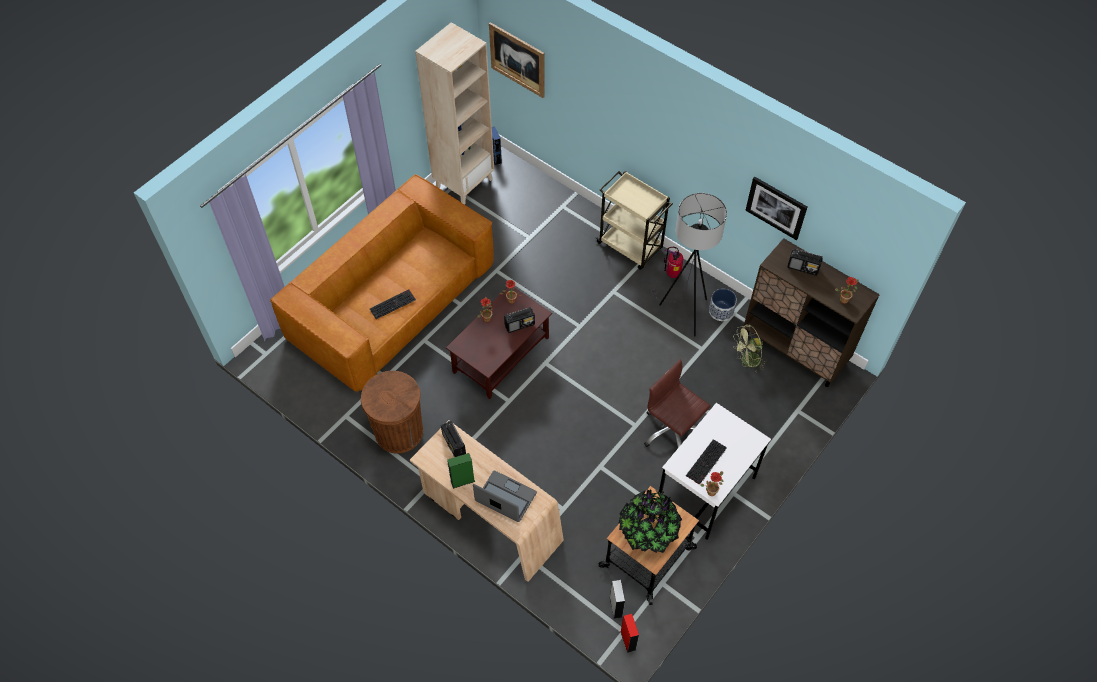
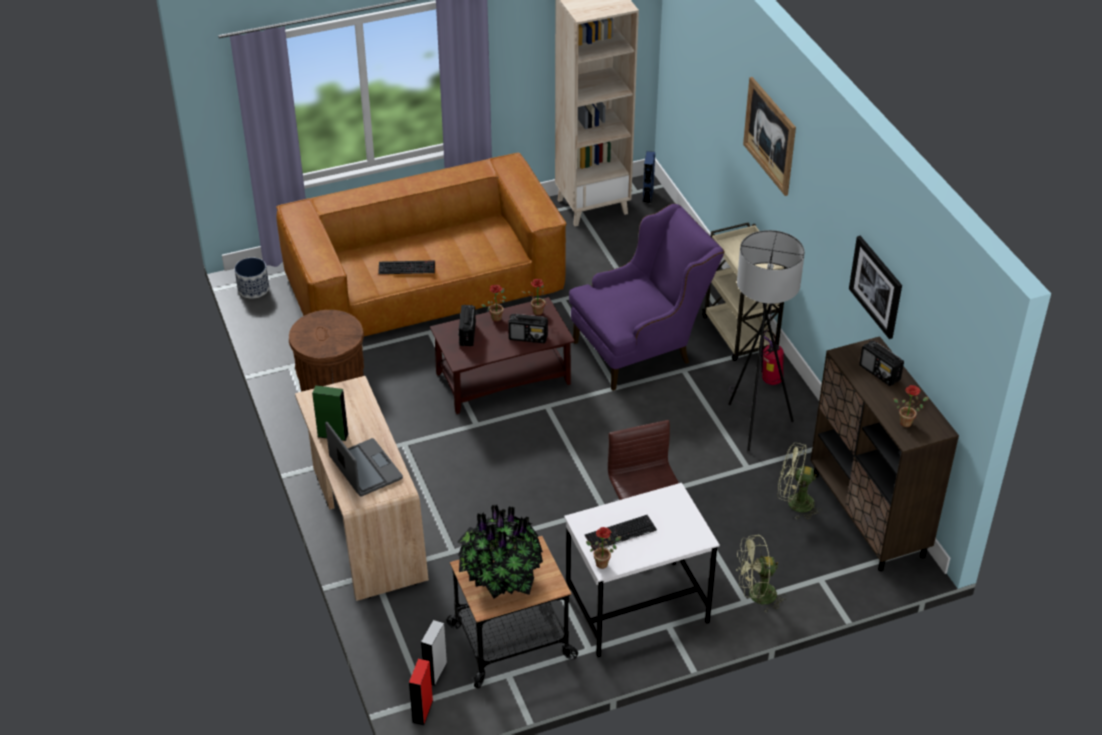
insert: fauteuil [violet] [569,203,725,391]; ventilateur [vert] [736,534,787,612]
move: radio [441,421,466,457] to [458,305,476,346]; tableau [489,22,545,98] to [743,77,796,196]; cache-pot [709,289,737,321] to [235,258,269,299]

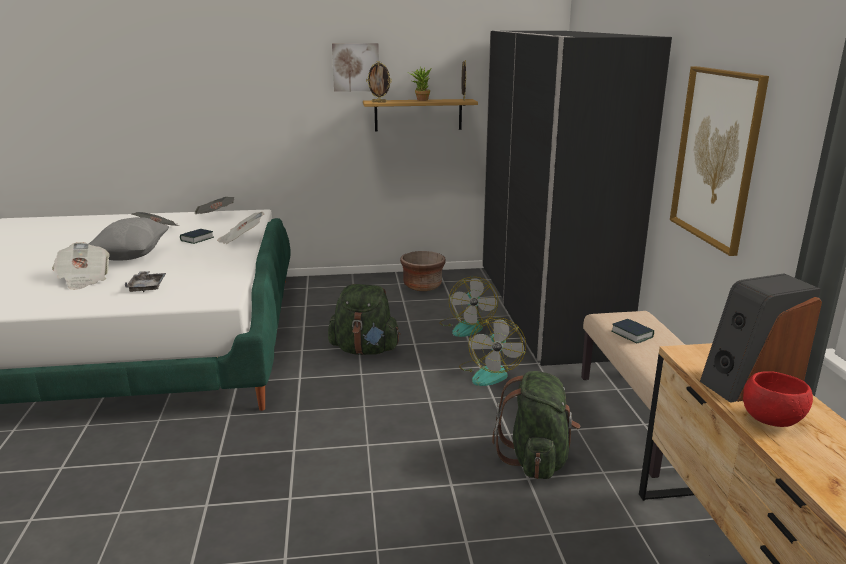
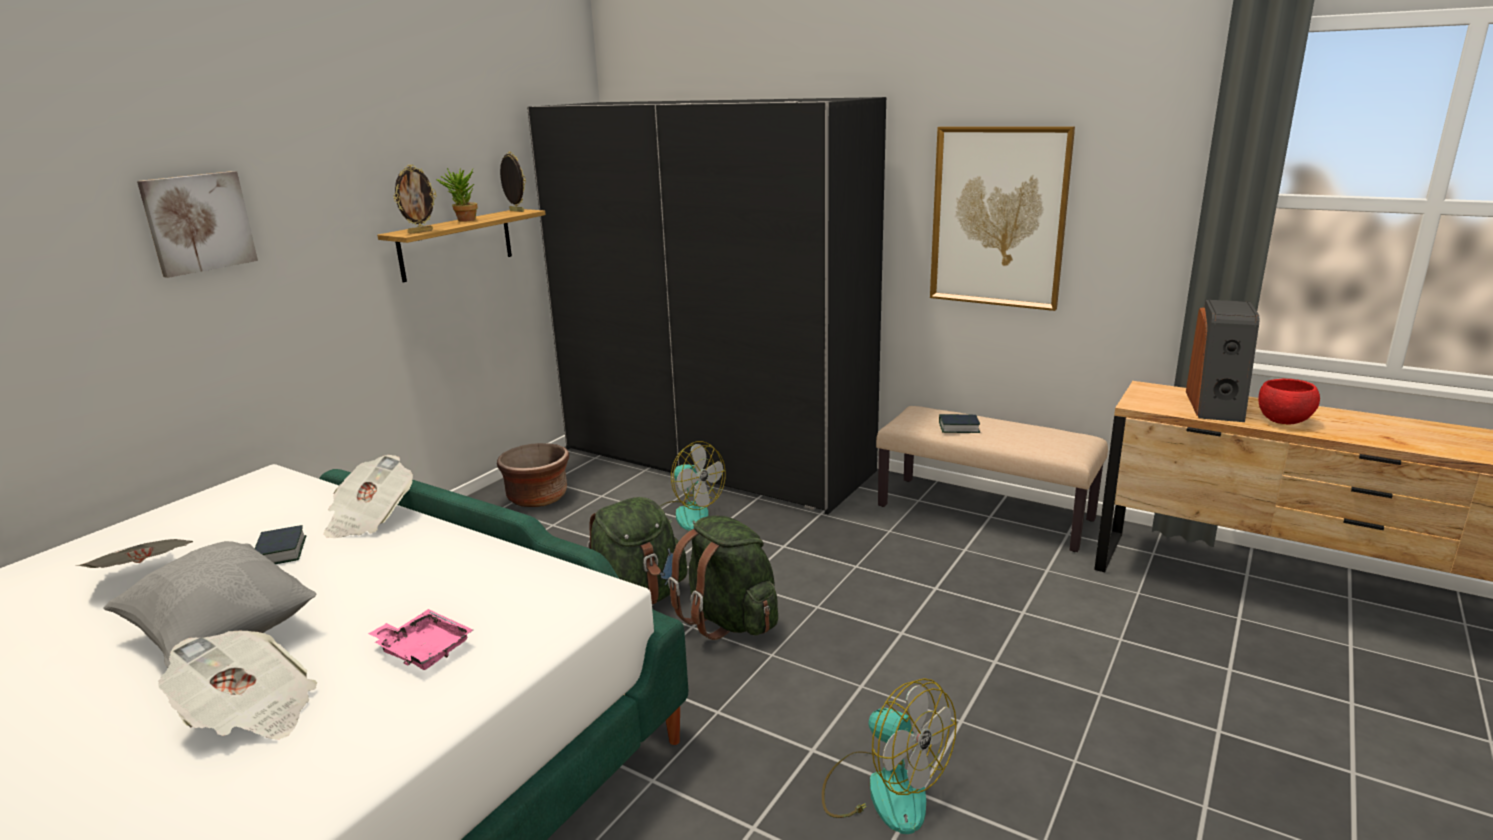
delete: journal [195,197,234,214]
move: tableau [332,43,379,92] to [137,171,258,278]; ventilateur [459,317,526,386] to [822,678,957,834]; sac à dos [vert] [492,371,581,479] to [668,515,778,640]
recolor: plateau [gris] [125,271,166,292] to plateau [rose] [368,609,473,670]

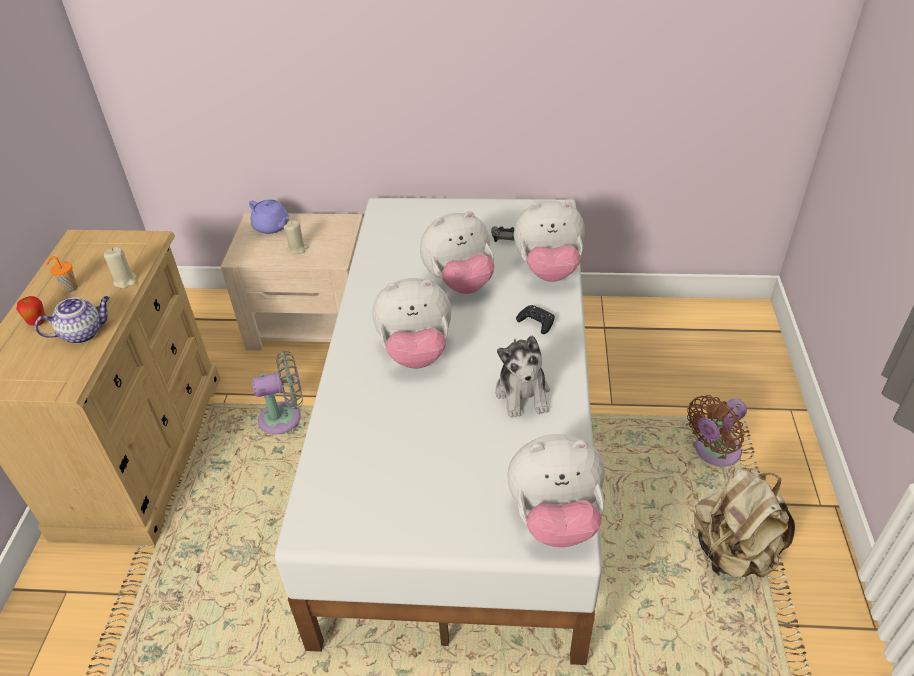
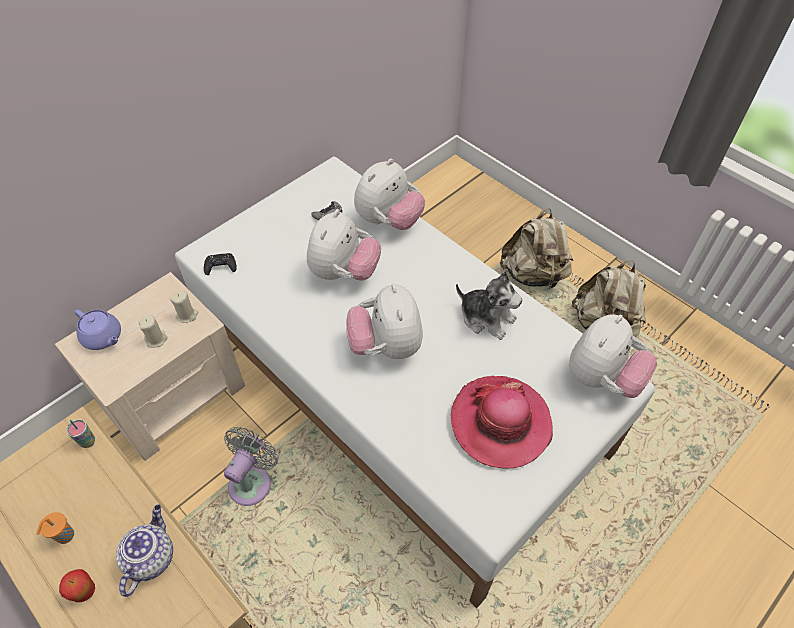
insert: tasse [66,419,95,448]; chapeau [451,376,553,469]
move: bougie [beige] [104,247,137,289] to [170,291,198,323]; manette [noir] [516,305,555,334] to [204,253,237,275]
replace: ventilateur [marron] [687,395,747,467] to sac à dos [beige] [500,208,573,290]
rotate: théière [violet] [249,199,289,234] = [74,309,121,350] 45 degrees clockwise; peluche [373,278,451,369] = [346,284,423,359] 135 degrees clockwise

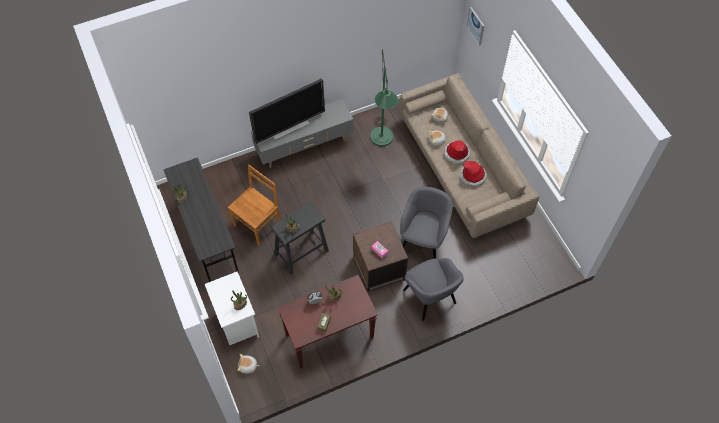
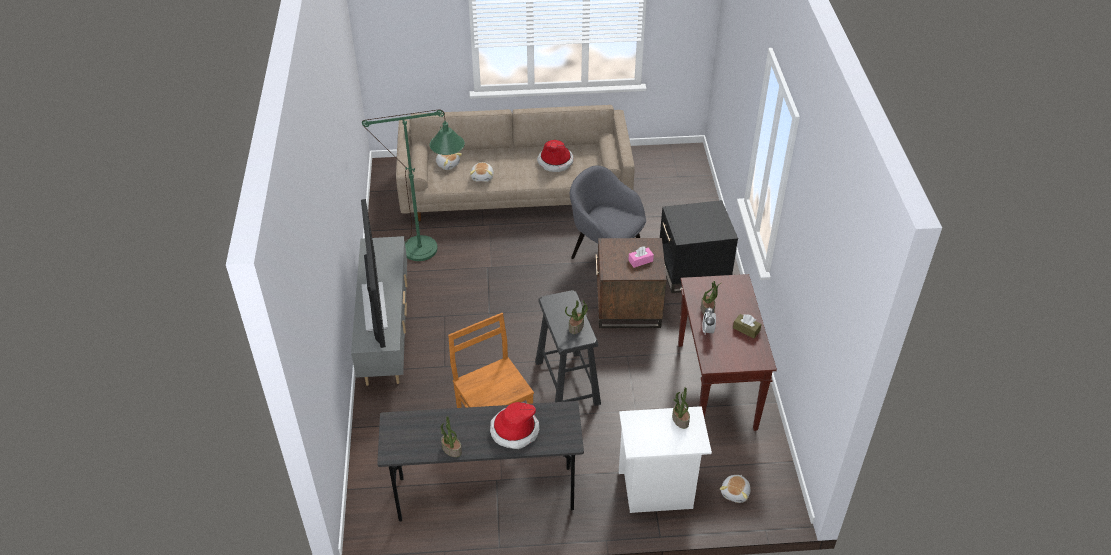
delete: tableau [467,7,484,45]
move: chapeau [444,141,470,164] to [490,402,539,449]
replace: fauteuil [gris] [403,258,464,321] to table d'appoint [noir] [660,200,738,293]

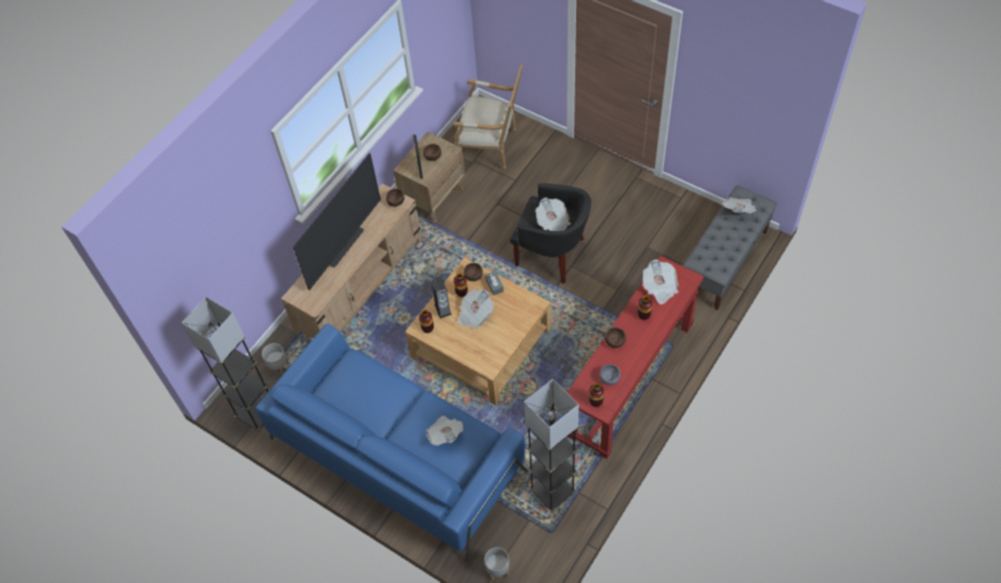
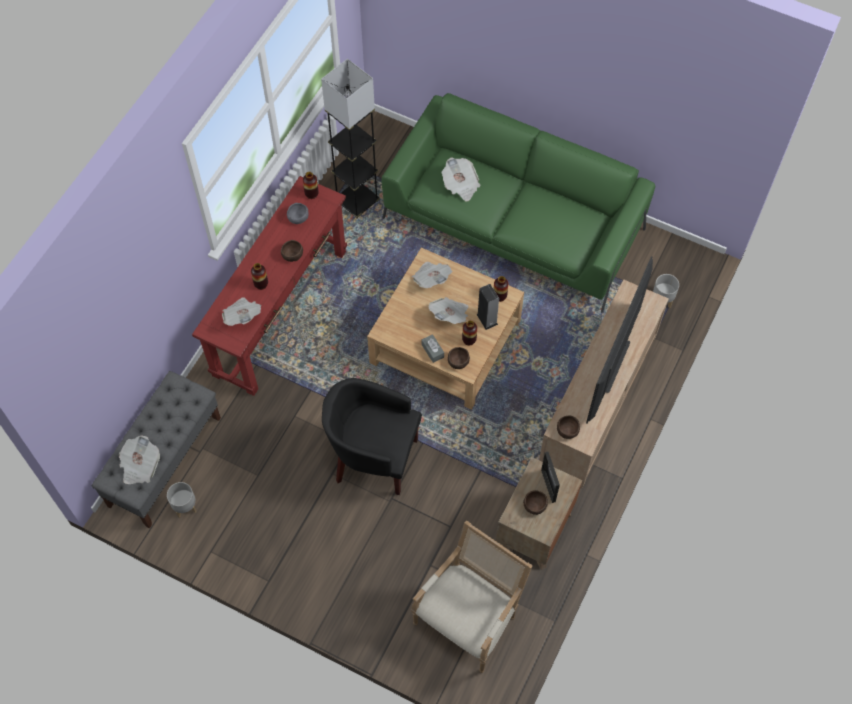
delete: lampadaire [gris] [182,297,268,431]
move: cache-pot [gris] [484,547,510,581] to [167,482,197,518]; journal [535,198,571,231] to [412,262,452,288]
recolor: canapé [bleu] [255,324,528,562] to canapé [vert] [382,93,655,313]
rotate: fauteuil [453,64,523,170] = [411,520,533,673] 120 degrees clockwise

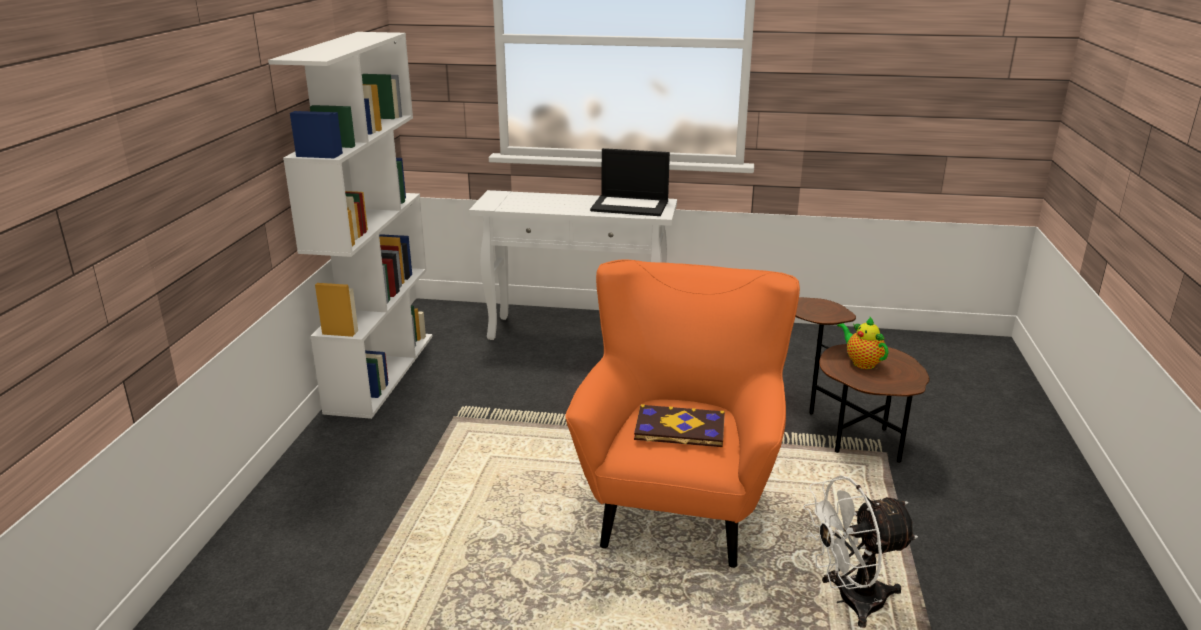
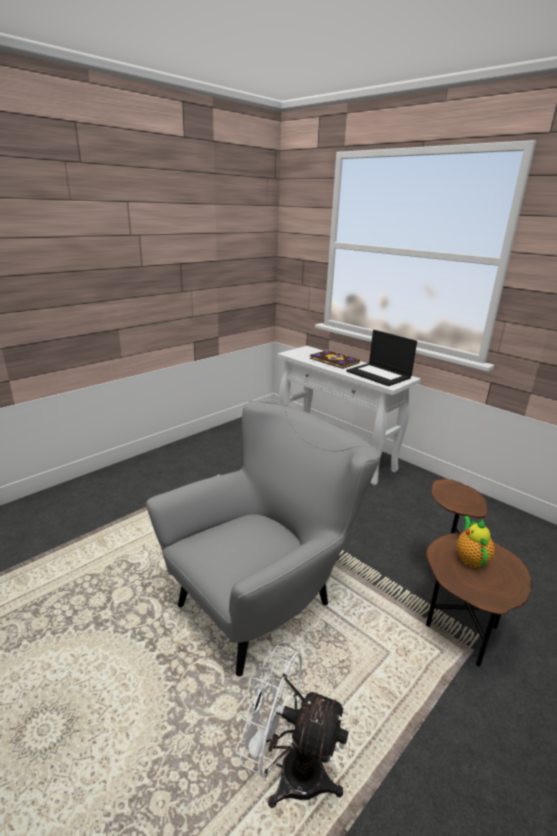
delete: bibliothèque [blanc] [268,32,432,419]
move: livre [634,404,725,447] to [310,350,360,369]
recolor: fauteuil [orange] [565,259,800,568] to fauteuil [gris] [146,401,381,677]

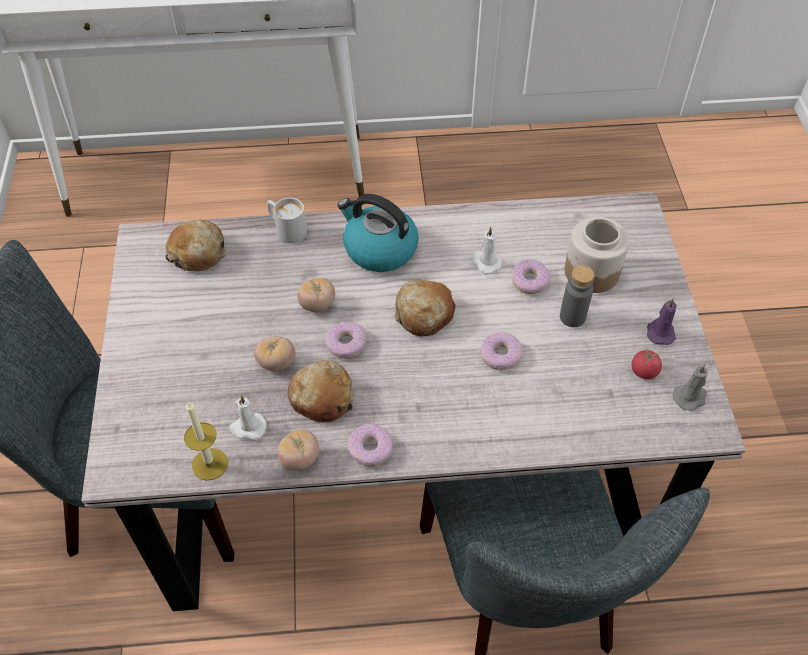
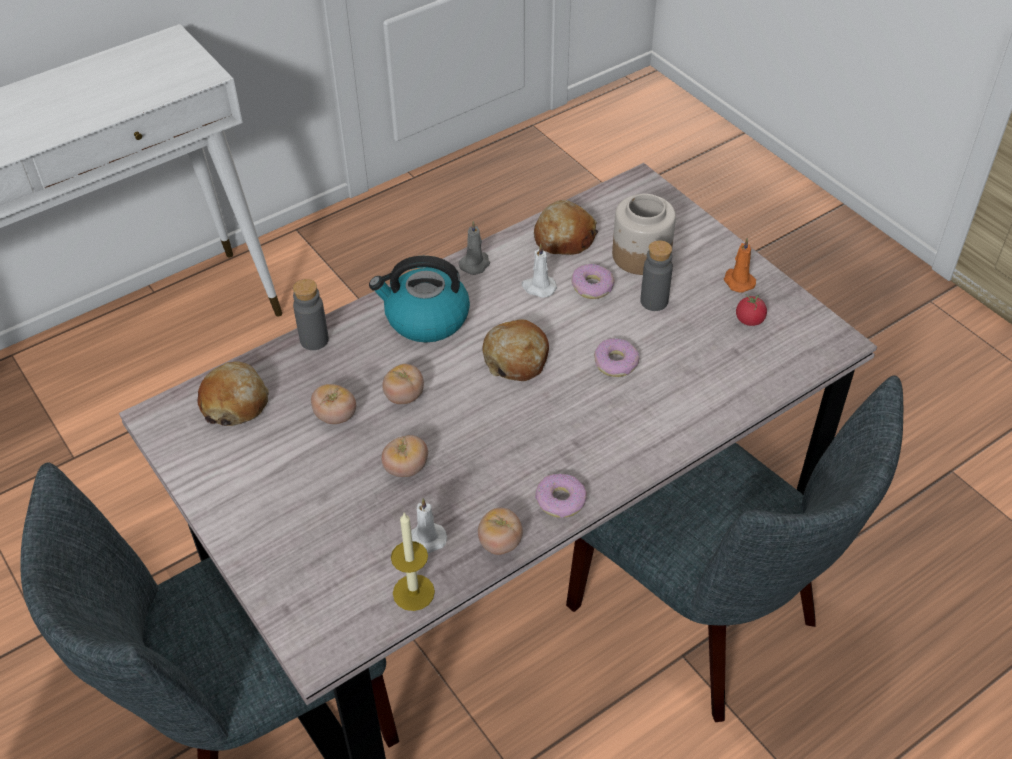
delete: beignet [325,321,367,359]
insert: tomate [311,384,356,424]
move: pain [288,360,355,423] to [534,200,598,255]; bougie [gris] [673,364,707,411] to [458,221,490,275]
replace: mug [blanc] [267,198,307,244] to bouteille [gris] [293,279,329,350]
recolor: bougie [violet] [647,298,677,345] to bougie [orange] [724,238,756,293]

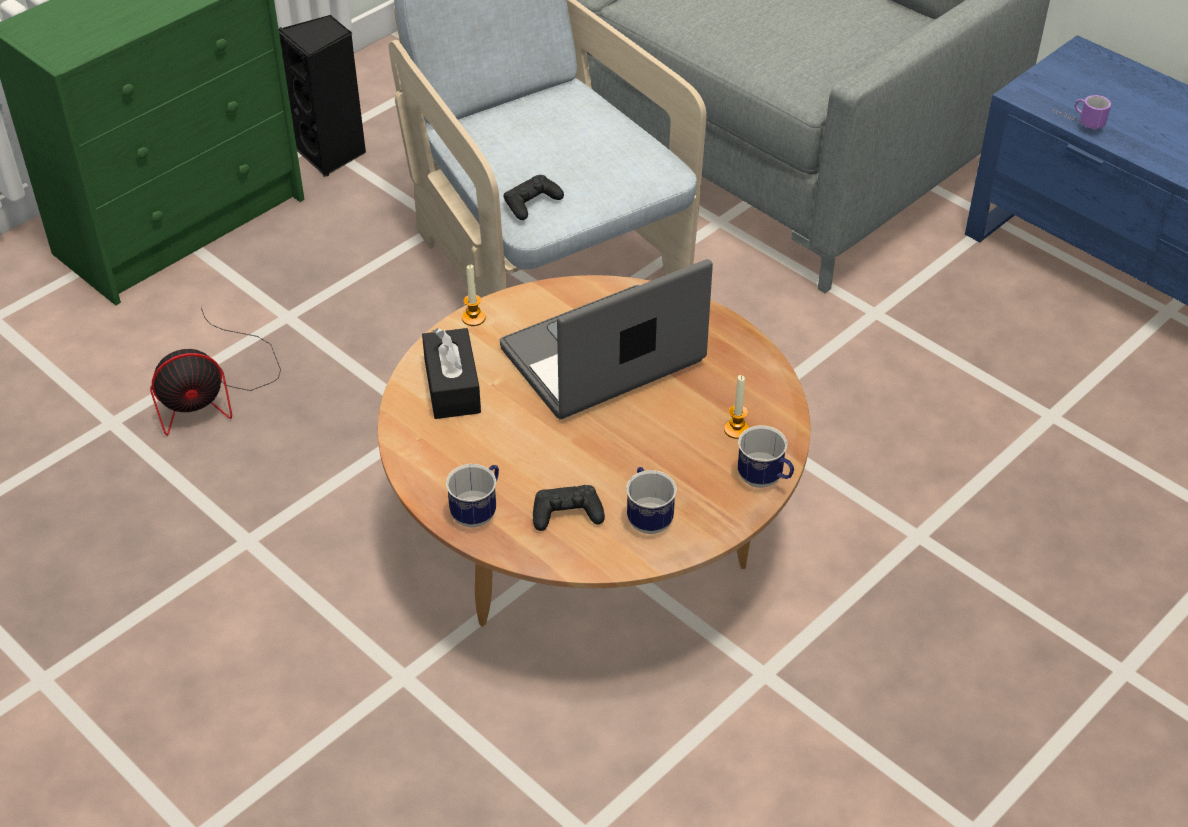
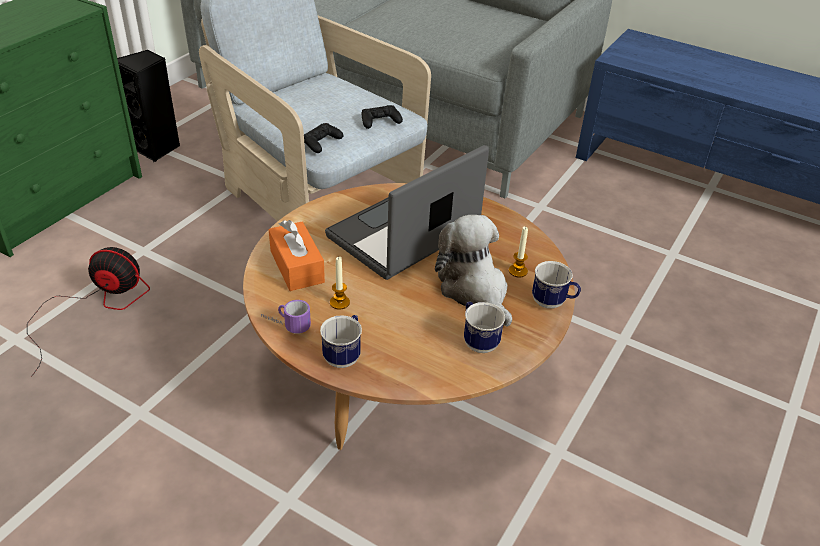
insert: peluche [435,215,512,327]
move: bougie [462,265,485,326] to [330,256,350,310]; manette [noir] [533,485,605,531] to [362,105,403,129]; mug [1052,95,1111,129] to [261,300,311,334]
recolor: boîte à mouchoirs [noir] [422,328,481,419] to boîte à mouchoirs [orange] [269,220,325,291]
rotate: ventilateur [150,307,281,436] = [27,247,150,377] 135 degrees counterclockwise

